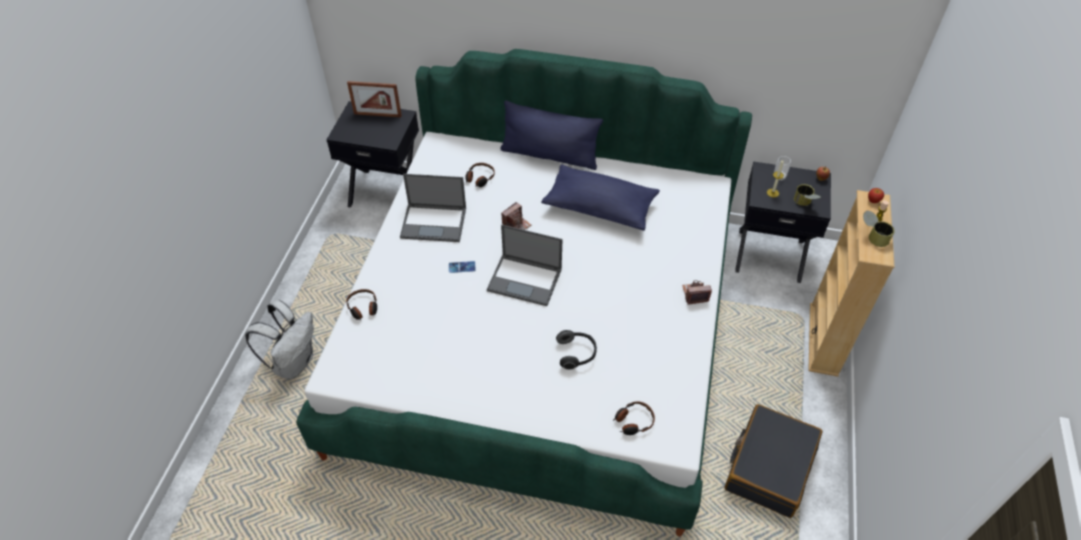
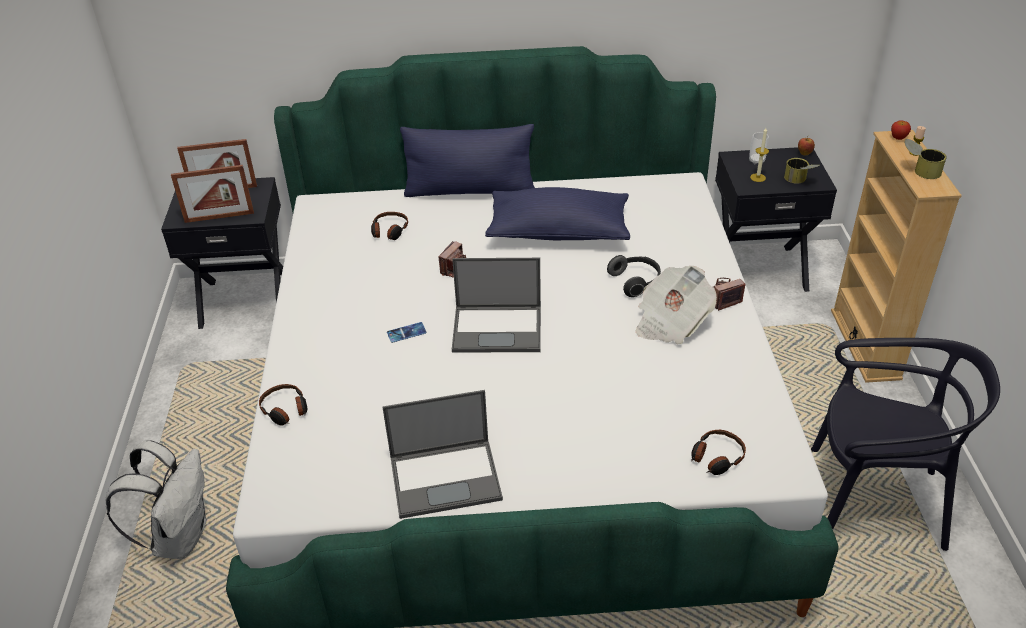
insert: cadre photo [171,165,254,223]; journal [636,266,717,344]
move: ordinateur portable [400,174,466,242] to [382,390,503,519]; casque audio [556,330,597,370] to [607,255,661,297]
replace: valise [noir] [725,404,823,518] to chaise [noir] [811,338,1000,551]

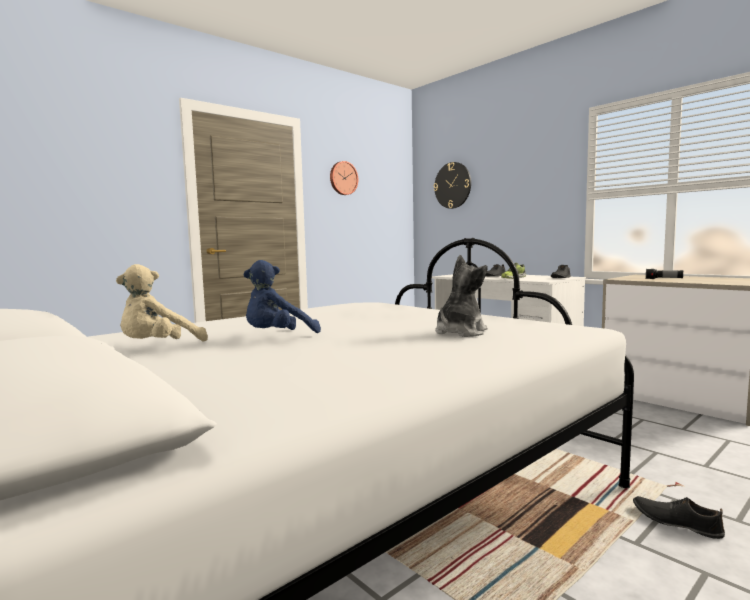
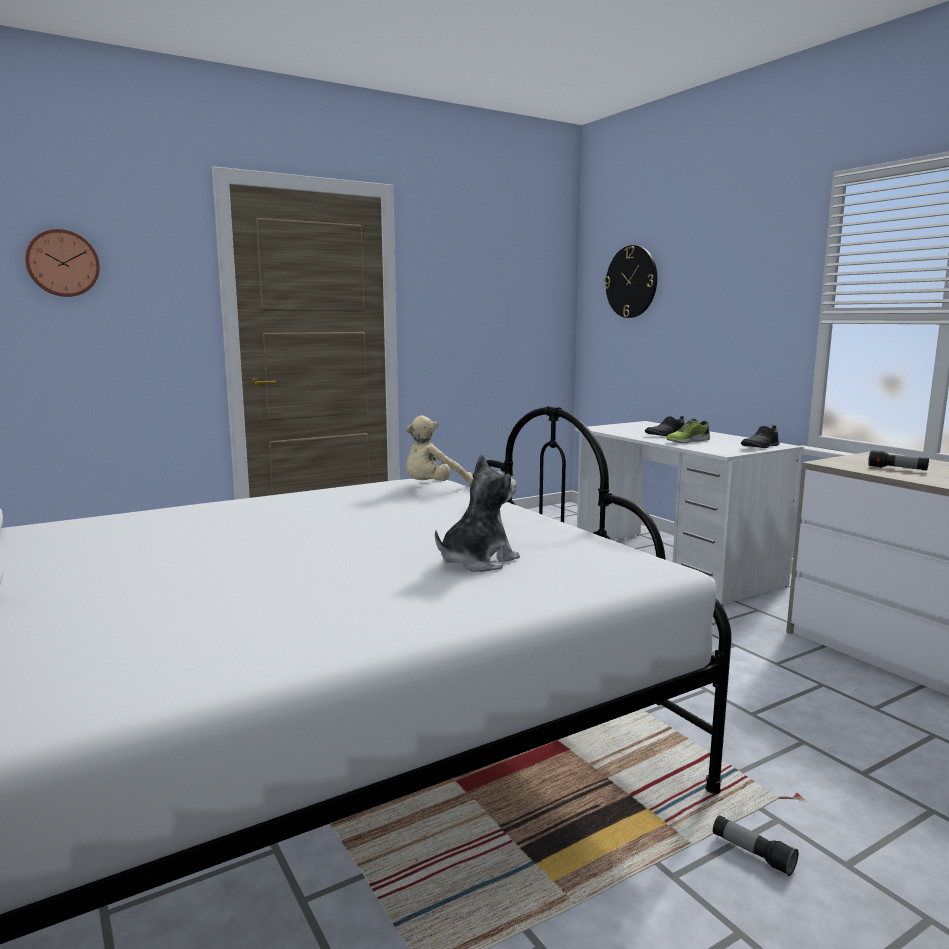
delete: peluche [bleu] [243,260,321,333]
move: peluche [beige] [116,264,208,342] to [406,415,473,485]; horloge murale [330,161,358,195] to [25,229,100,297]
replace: chaussure [noir] [633,496,725,539] to lampe de poche [713,815,798,876]

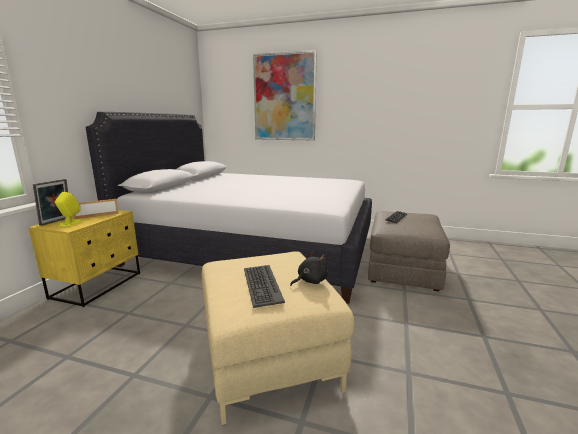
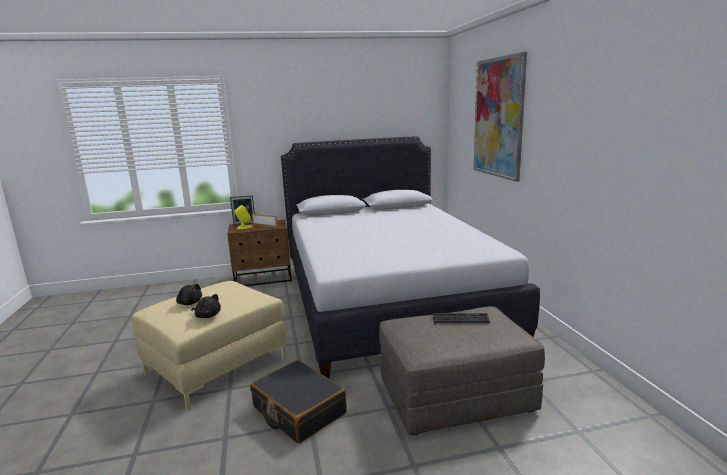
insert: valise [noir] [250,360,347,444]
replace: clavier [244,265,285,308] to peluche [noir] [176,284,202,305]
recolor: table de chevet [jaune] [28,210,140,307] to table de chevet [marron] [227,219,292,286]

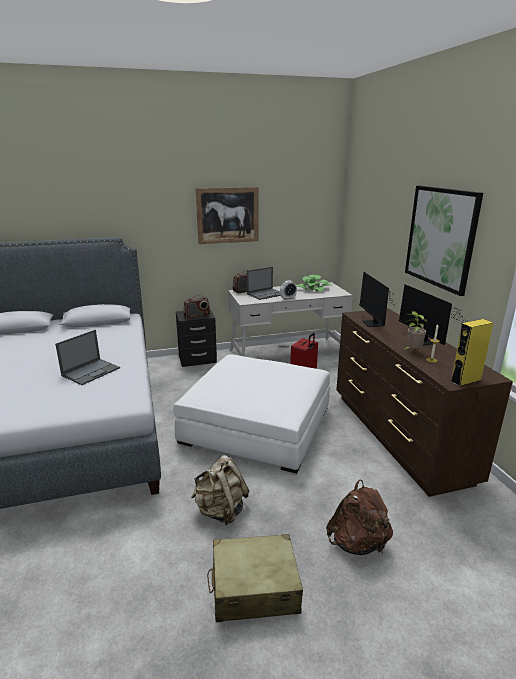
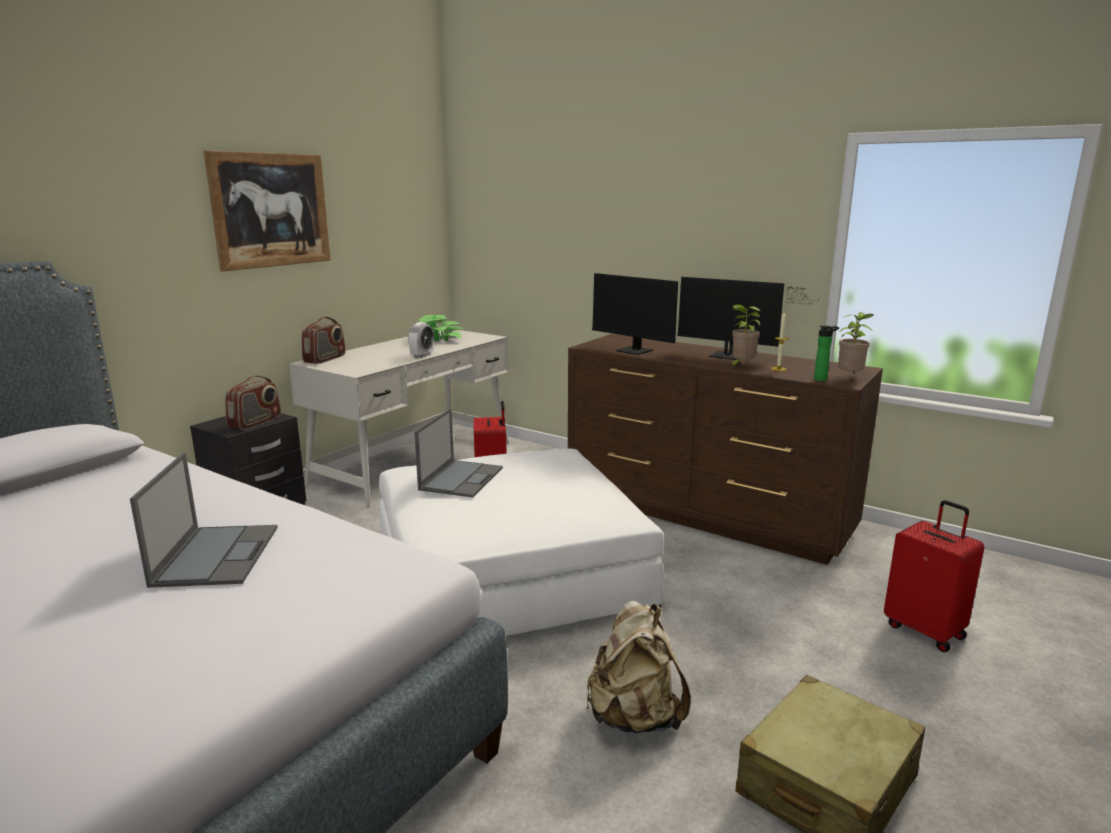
delete: sac à dos [marron] [326,480,393,555]; tableau [405,186,483,296]
insert: bouteille [814,325,839,381]; valise [rouge] [884,500,985,652]
move: ordinateur portable [247,267,280,300] to [414,408,503,498]
replace: enceinte [jaune] [451,319,493,386] to plante en pot [838,312,873,374]

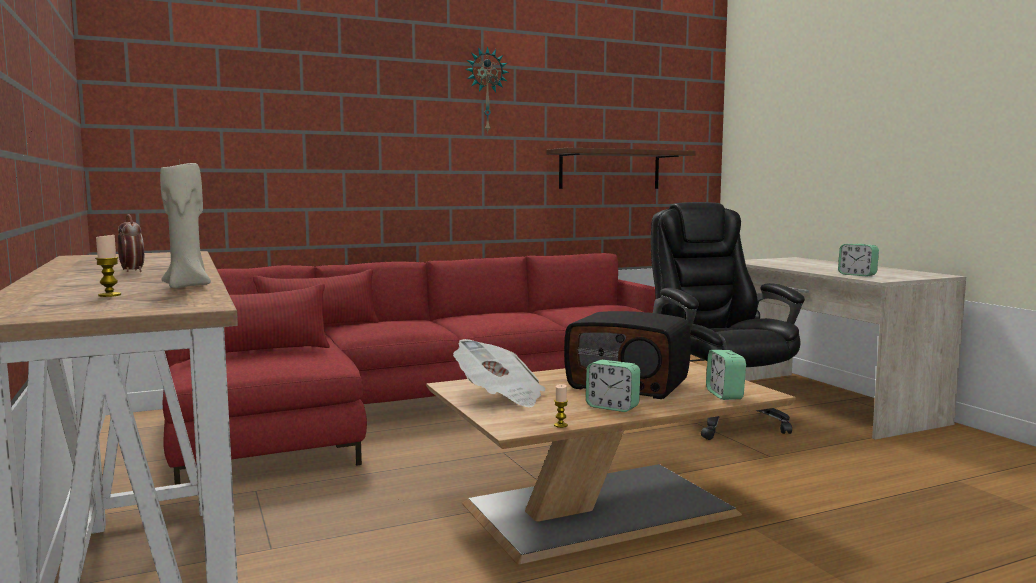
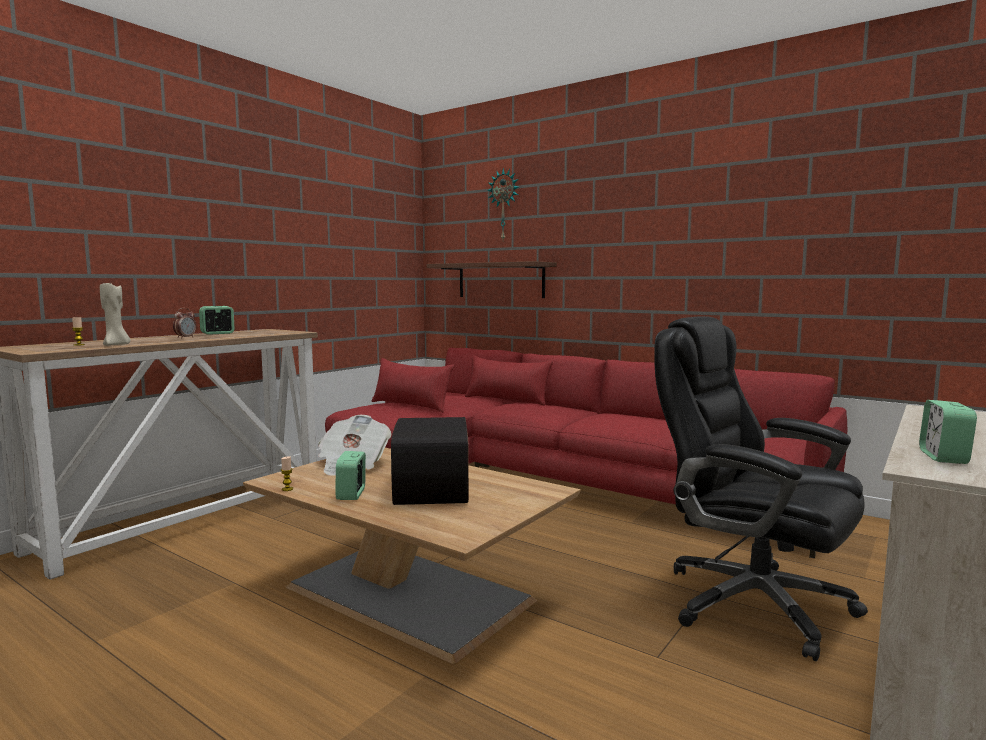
move: horloge murale [465,46,509,134] to [487,168,519,240]; étagère [marron] [546,148,696,189] to [426,261,557,298]; réveil [706,350,746,400] to [199,306,235,335]
rotate: chaise de bureau [noir] [651,202,805,440] = [654,316,868,661] 90 degrees counterclockwise

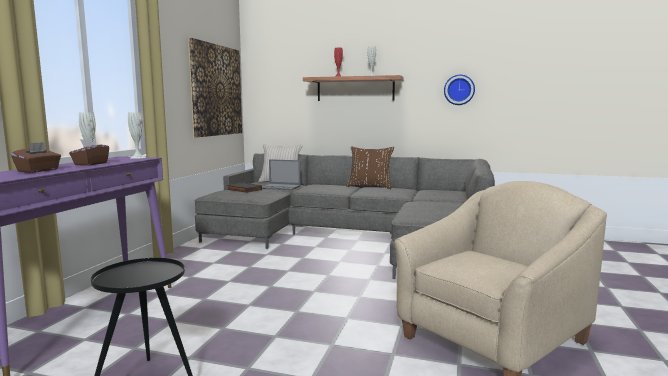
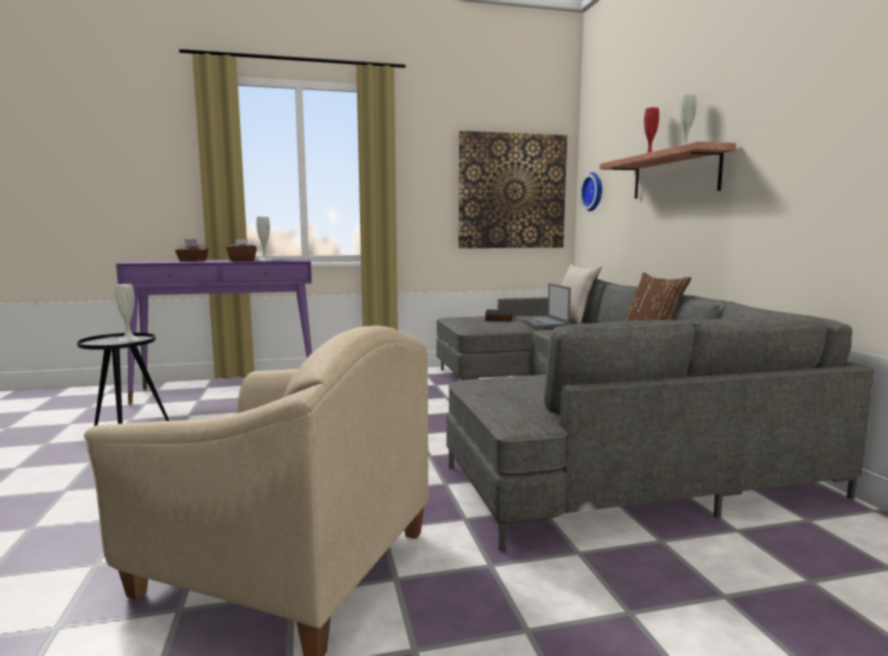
move: vase [blanc] [128,112,146,159] to [115,284,139,341]; horloge murale [444,75,475,105] to [580,172,602,211]

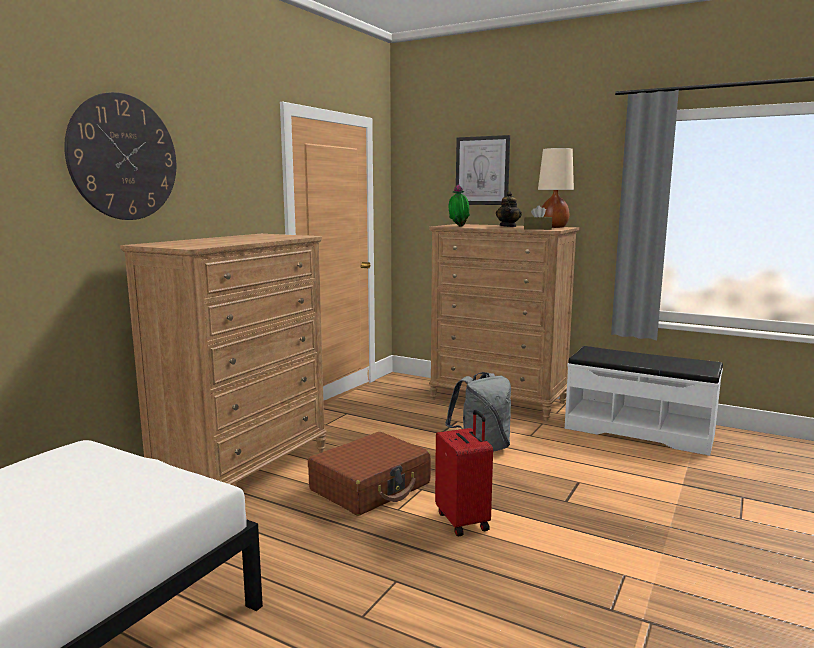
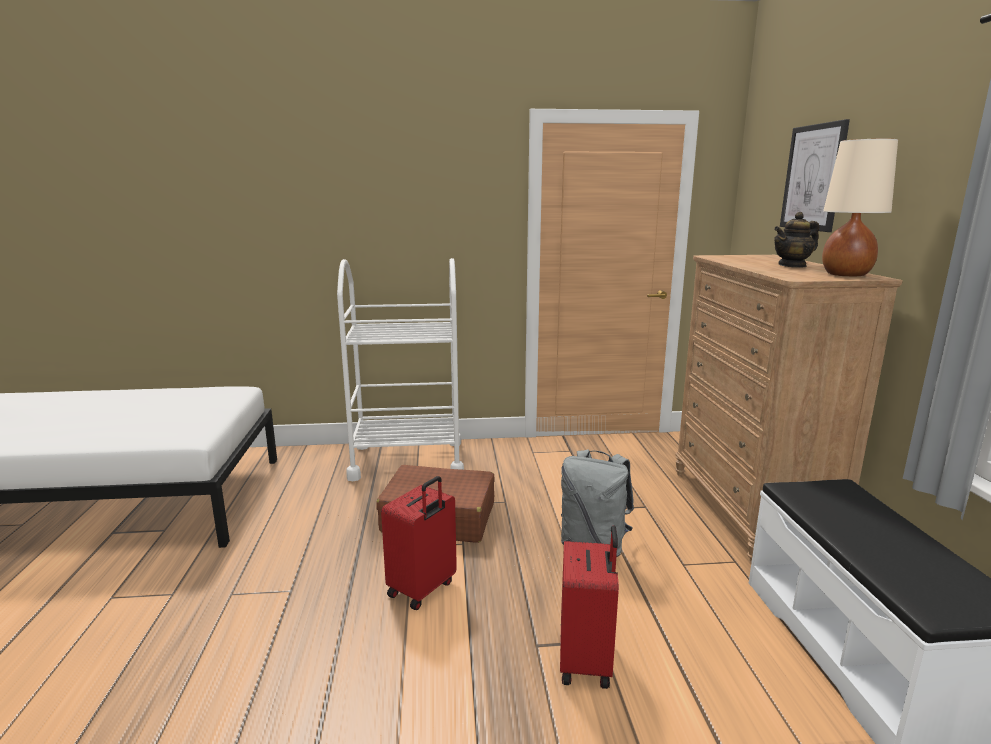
delete: horloge murale [64,92,176,220]; plante en pot [449,185,470,227]; boîte à mouchoirs [marron] [524,205,552,230]
insert: valise [rouge] [560,526,619,689]
replace: commode [marron] [120,234,327,485] to chariot [blanc] [337,258,464,481]

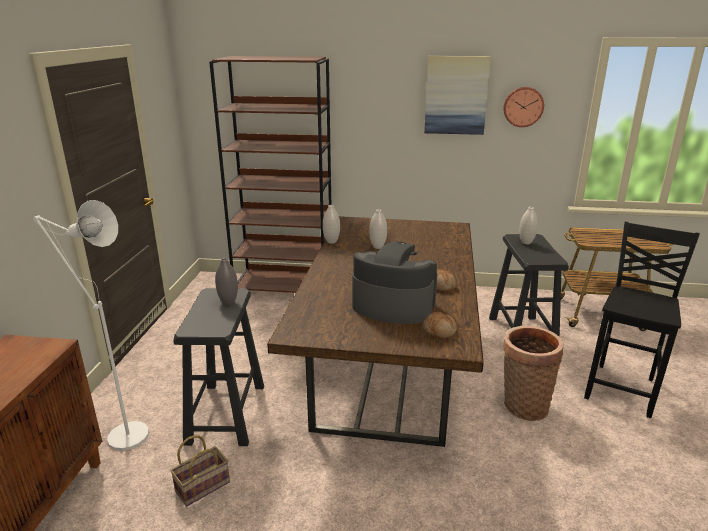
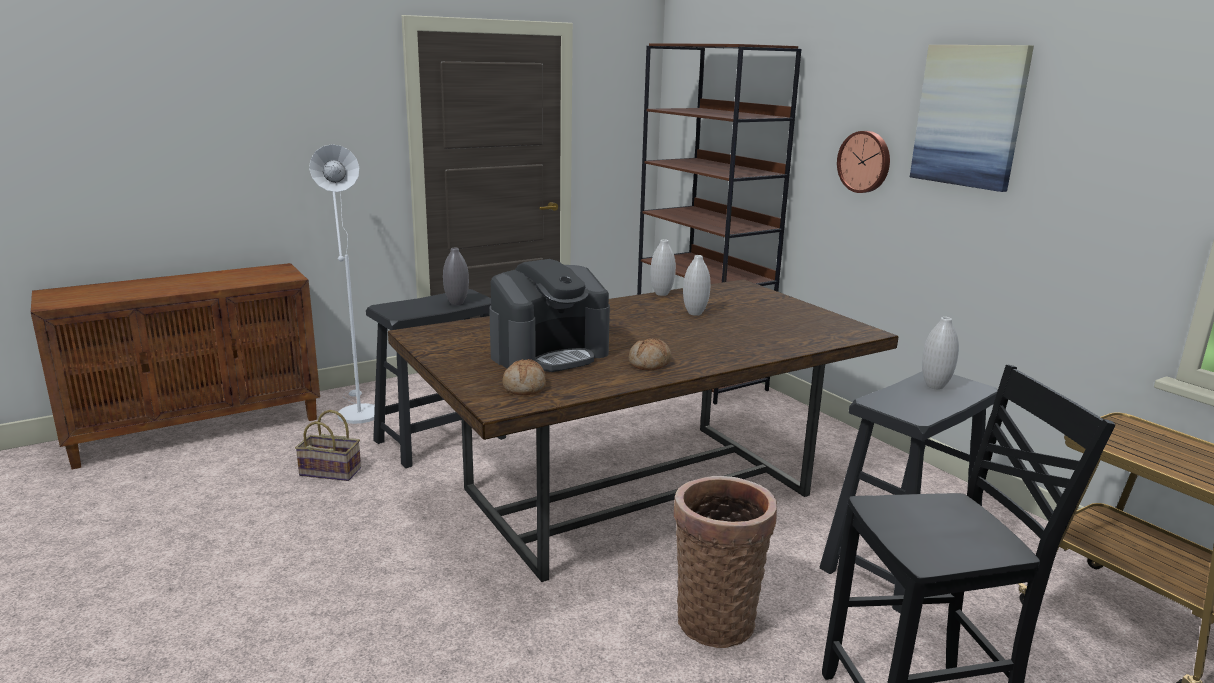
move: horloge murale [504,87,544,127] to [837,131,890,193]
rotate: machine à café [352,241,437,324] = [489,259,610,372] 75 degrees clockwise

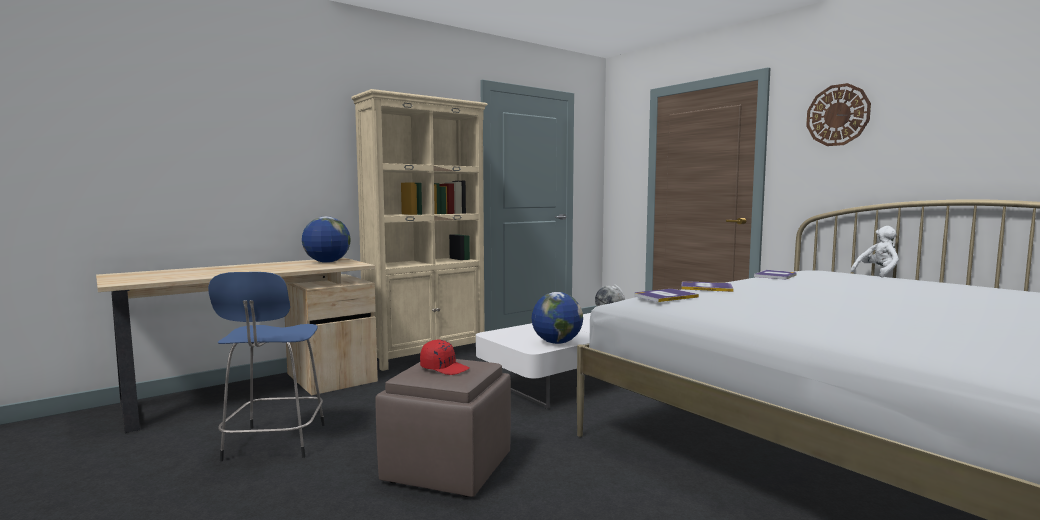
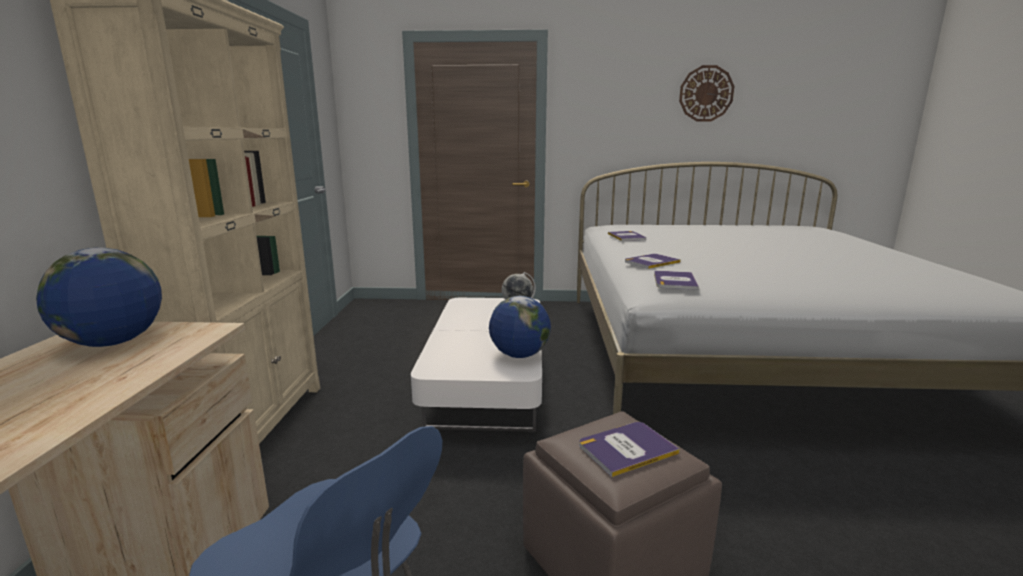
delete: peluche [blanc] [851,226,899,277]
move: horloge murale [806,83,871,146] to [679,65,734,122]
replace: casquette [rouge] [420,340,469,375] to livre [579,422,680,477]

